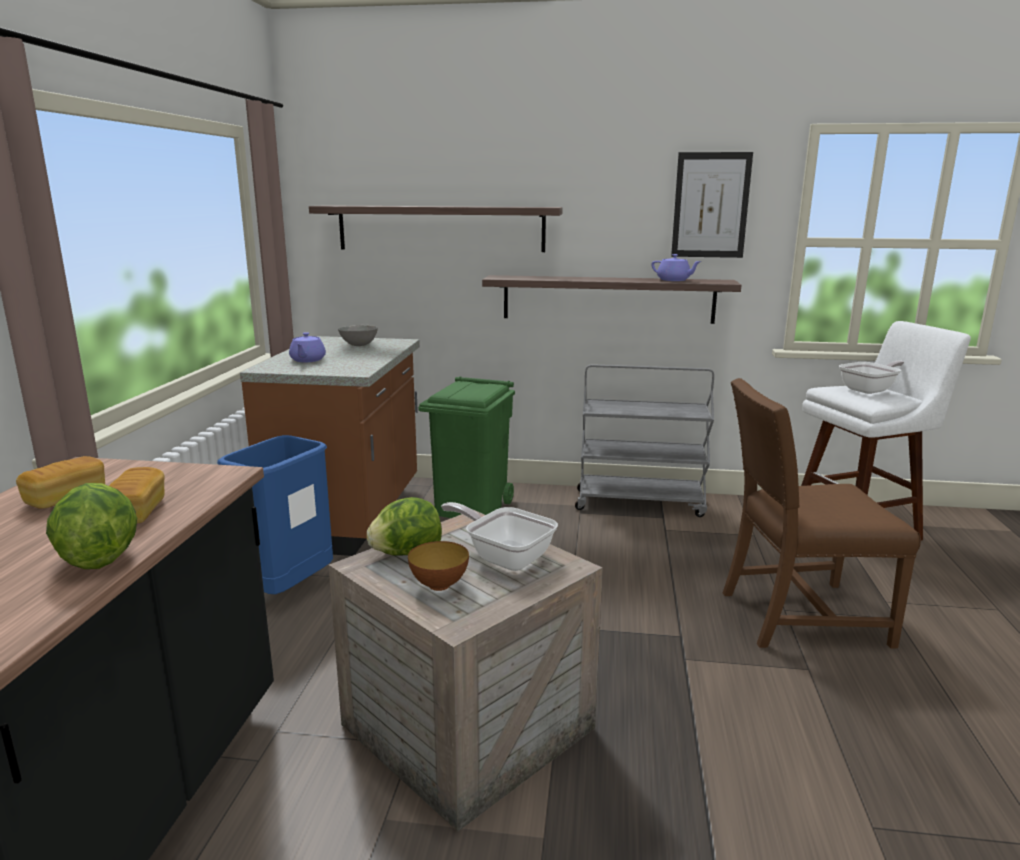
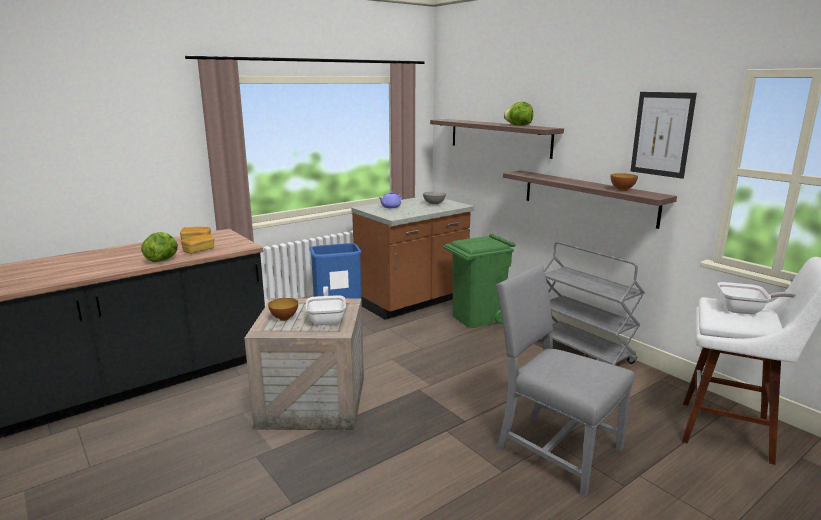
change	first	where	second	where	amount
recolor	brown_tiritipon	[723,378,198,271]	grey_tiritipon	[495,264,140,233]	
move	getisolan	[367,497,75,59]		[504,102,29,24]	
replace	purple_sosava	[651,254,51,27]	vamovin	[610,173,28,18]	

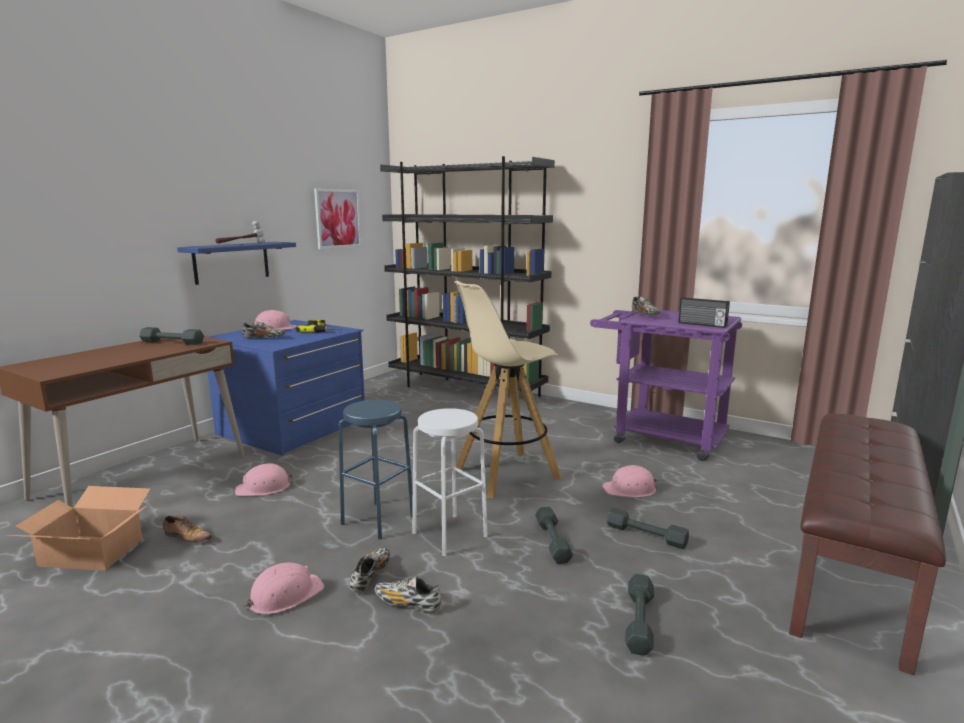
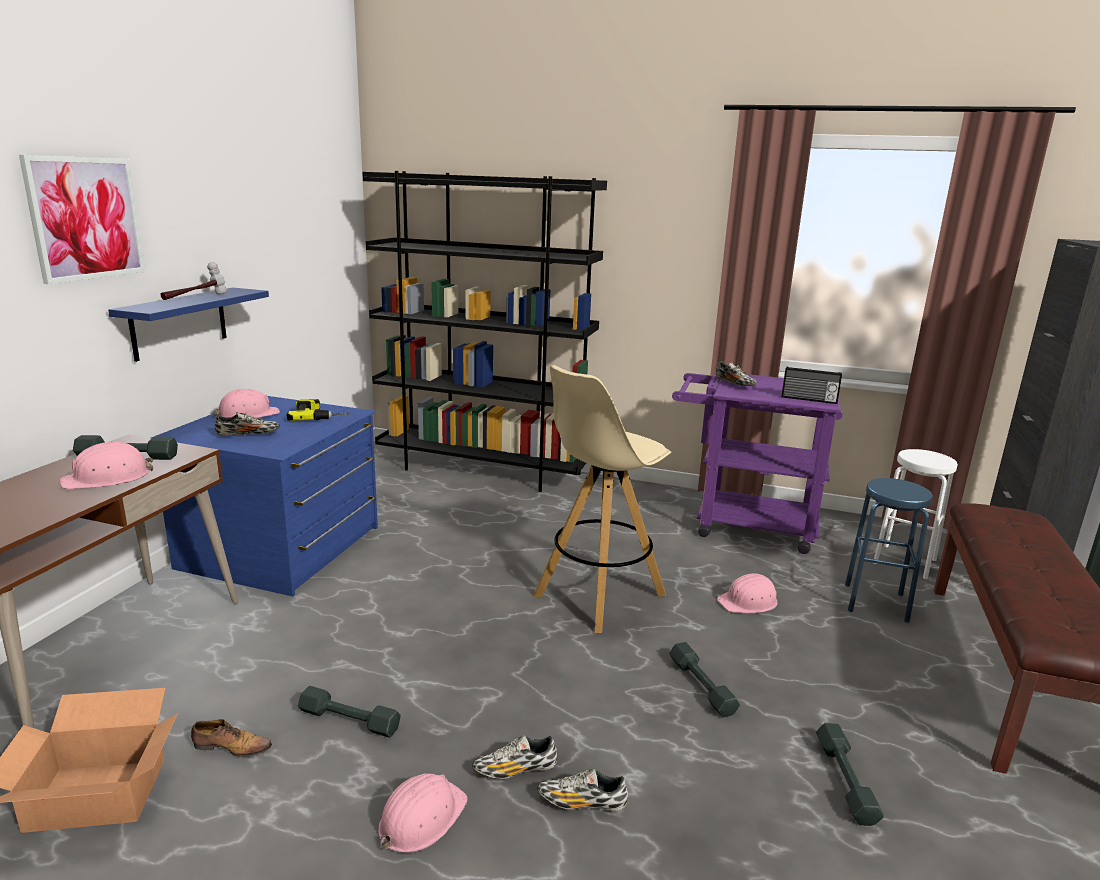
change	first	where	second	where	amount
move	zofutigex	[314,189,47,60]		[19,155,126,129]	
move	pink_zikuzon	[235,463,58,33]		[60,440,93,49]	
move	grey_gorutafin	[607,508,82,41]		[298,686,103,52]	
rotate	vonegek	[349,548,41,45]		[472,735,85,44]	105 degrees counterclockwise
move	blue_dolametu	[339,400,74,140]		[845,478,88,145]	
move	white_dolametu	[412,408,76,148]		[874,449,84,130]	

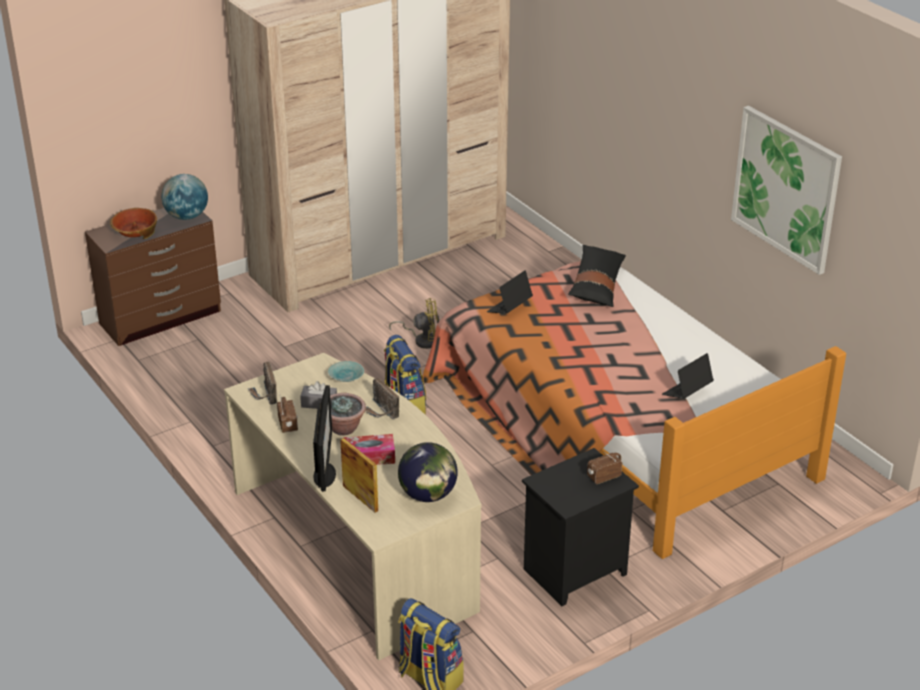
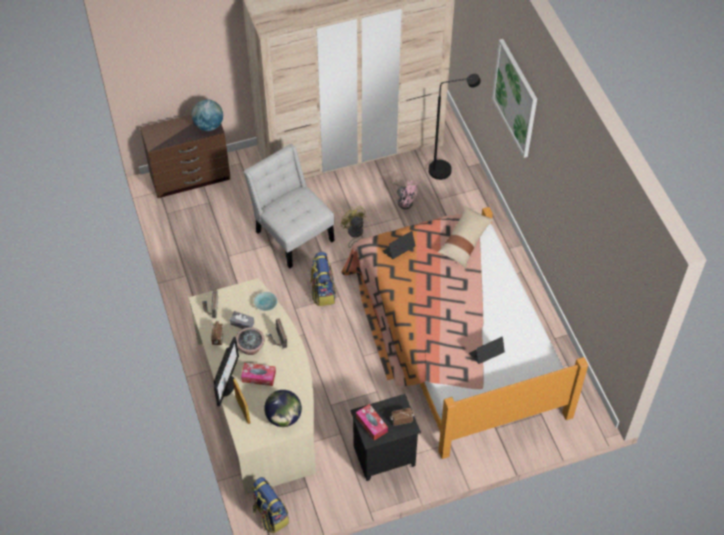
change	first	where	second	where	amount
insert			white_tiritipon	[243,144,92,124]	
rotate	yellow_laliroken	[389,298,51,51]		[341,206,25,42]	135 degrees counterclockwise
insert			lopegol	[356,404,32,36]	
insert			pink_laliroken	[390,180,28,29]	
insert			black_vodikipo	[428,74,53,106]	
recolor	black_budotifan	[568,245,58,62]	beige_budotifan	[438,206,55,62]	
move	zofutigex	[731,106,111,169]		[492,39,45,119]	
delete	vamovin	[110,208,47,31]			

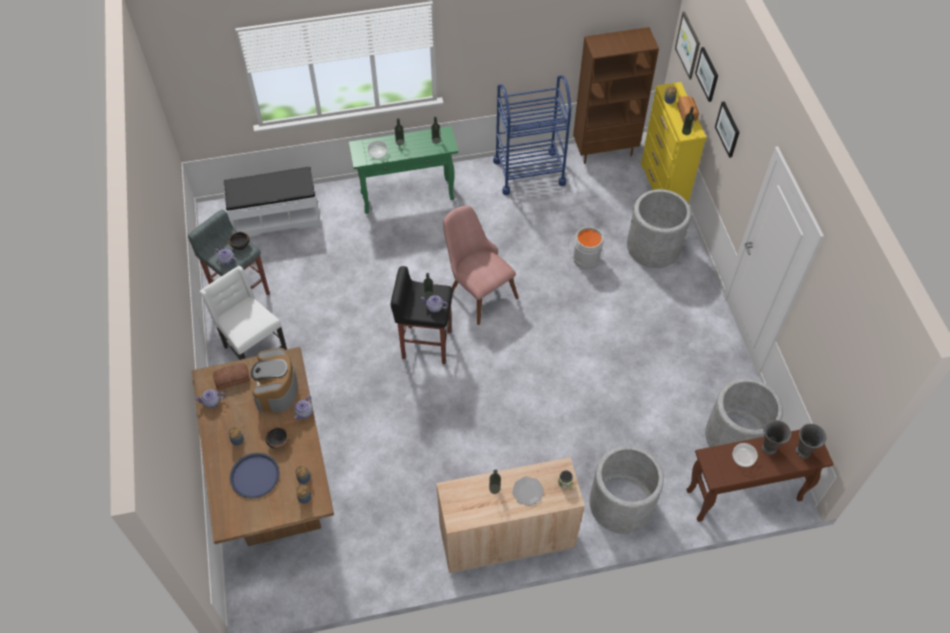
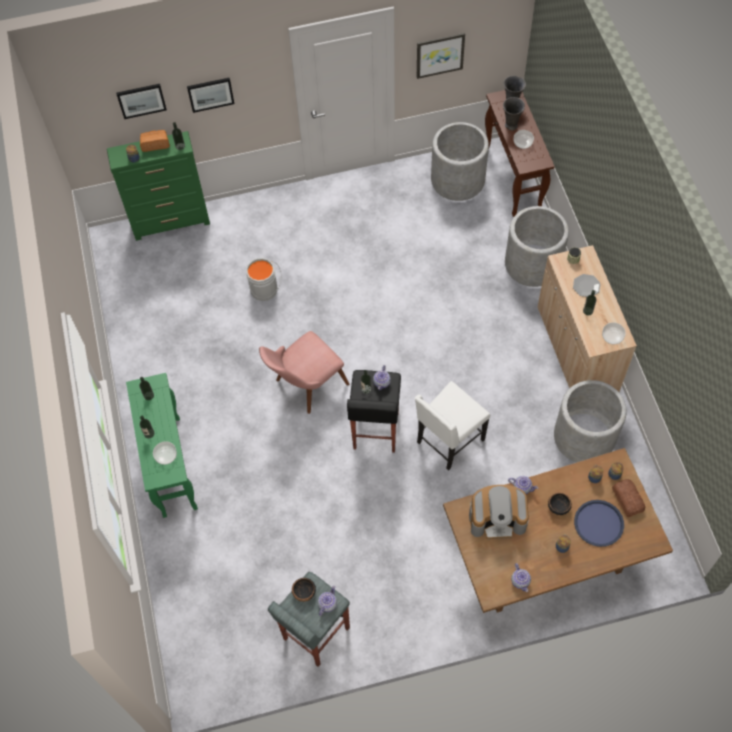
change	first	where	second	where	amount
recolor	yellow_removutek	[641,82,66,121]	green_removutek	[107,131,103,110]	
move	white_tiritipon	[200,266,87,94]		[415,381,75,90]	
move	zofutigex	[675,11,25,68]		[417,33,48,46]	
move	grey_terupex	[627,189,64,79]		[554,380,73,82]	
insert			vamovin	[602,322,24,22]	
move	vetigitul	[213,363,37,27]		[612,479,33,38]	
delete	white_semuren	[223,167,98,70]			
delete	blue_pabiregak	[493,75,79,120]			
delete	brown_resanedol	[573,27,86,137]			

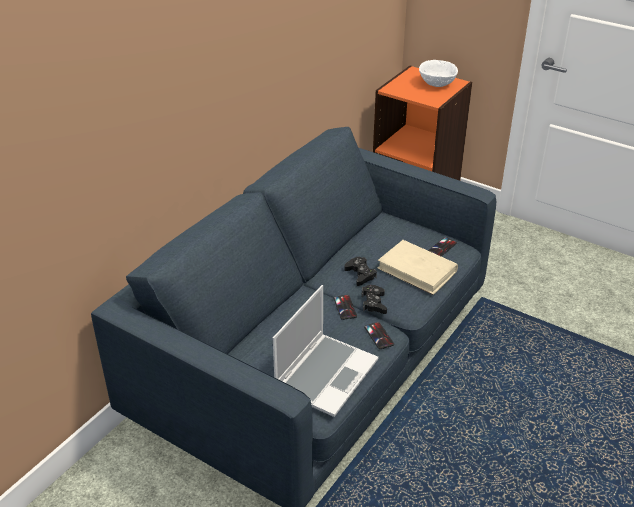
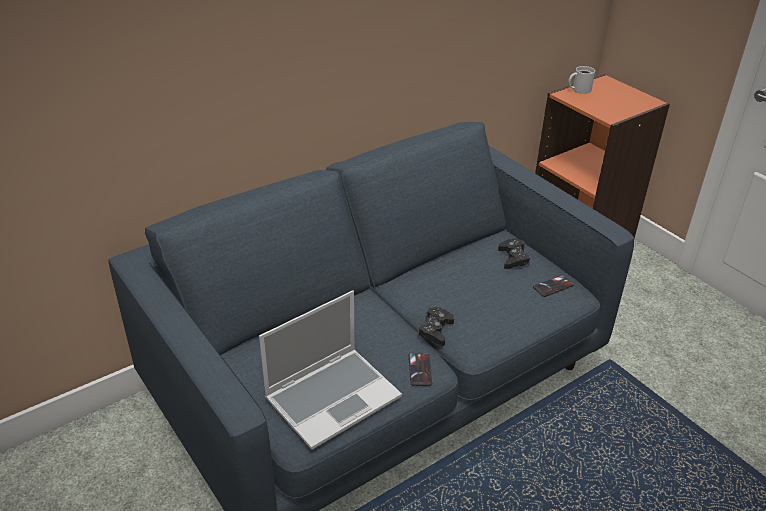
change	first	where	second	where	amount
move	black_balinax	[344,257,33,29]		[498,238,32,31]	
insert			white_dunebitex	[568,66,27,28]	
delete	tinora	[334,295,23,25]			
delete	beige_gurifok	[377,240,81,55]			
delete	white_vamovin	[419,60,39,27]			

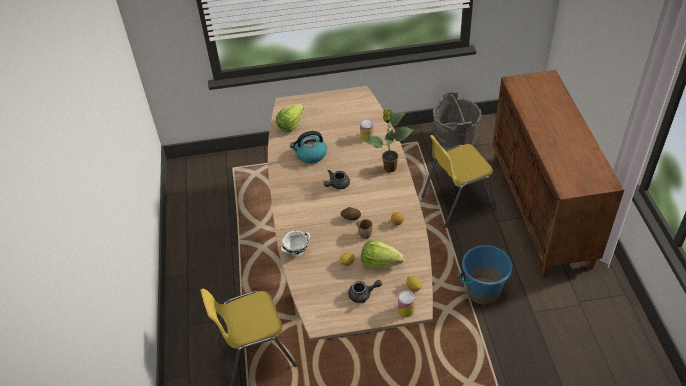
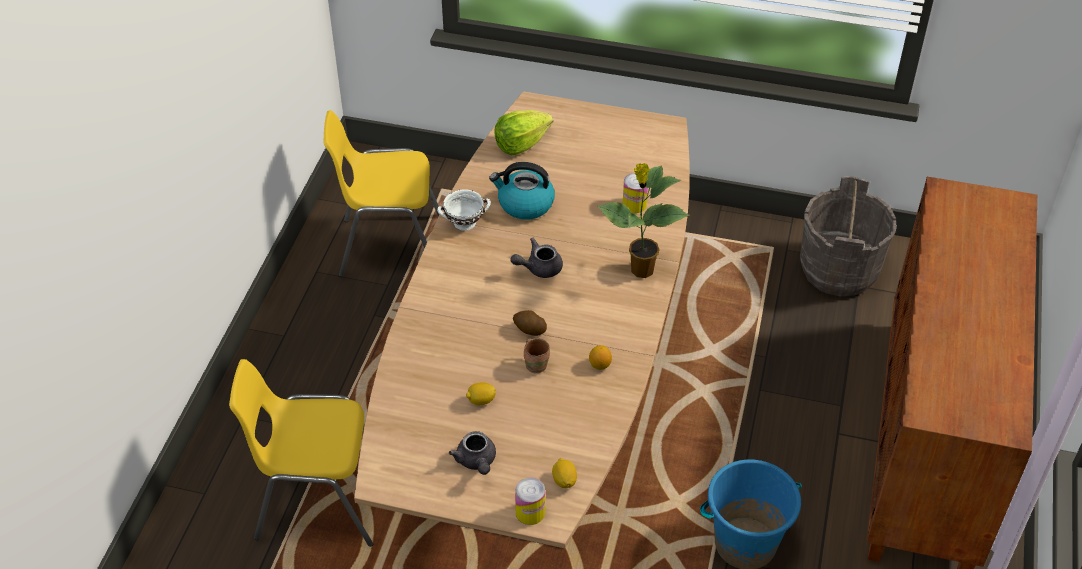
change	first	where	second	where	amount
move	yellow_tiritipon	[421,135,75,93]		[323,110,117,167]	
move	white_vamovin	[281,231,29,25]		[437,189,54,42]	
rotate	grey_sosava	[348,280,34,23]		[449,431,47,44]	60 degrees clockwise
delete	getisolan	[361,240,43,29]			

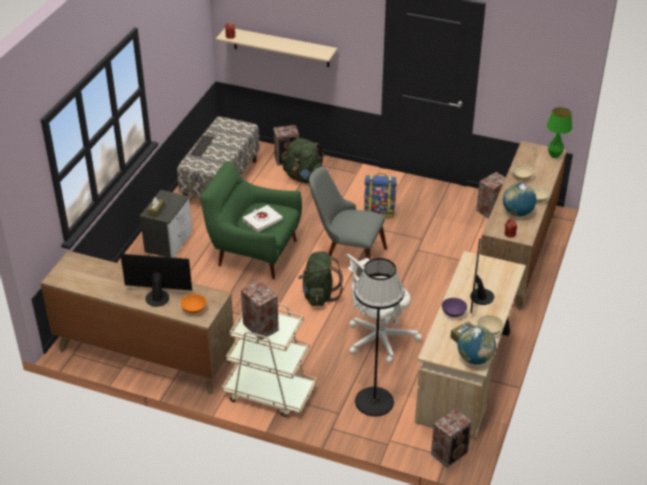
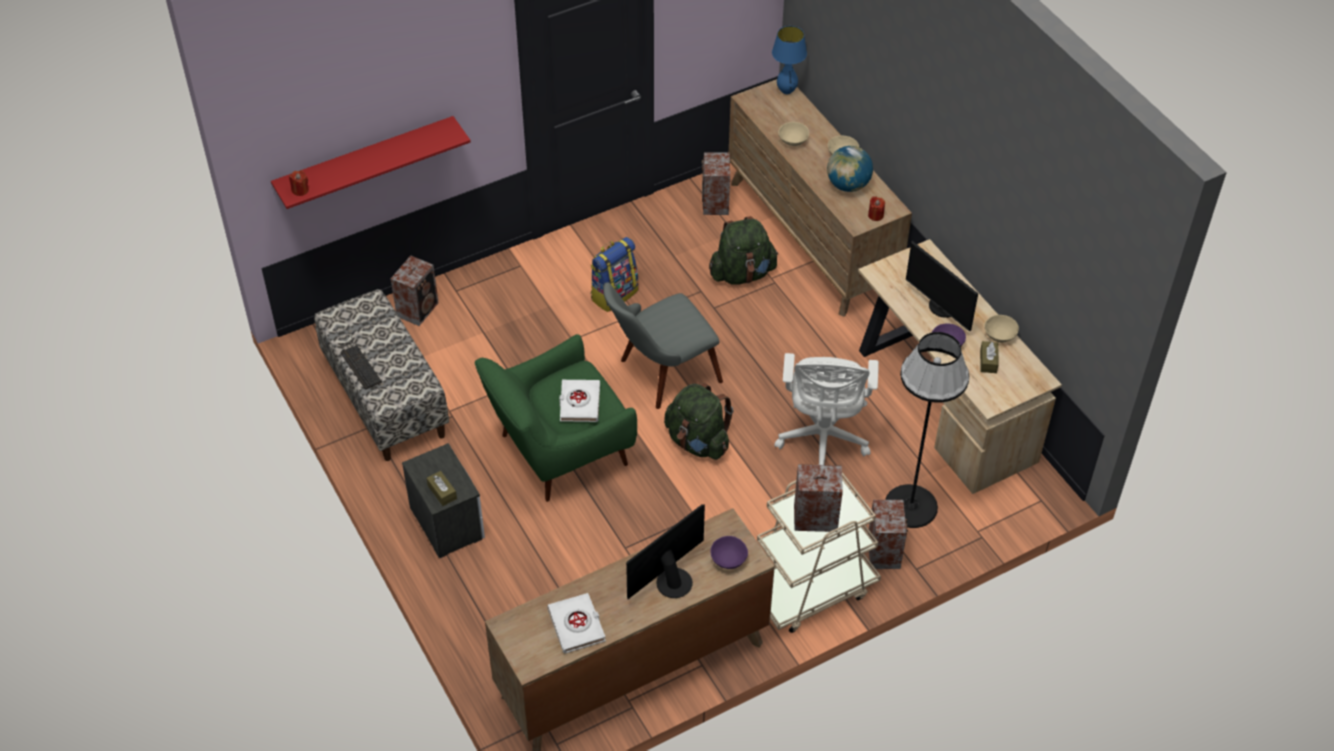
change	first	where	second	where	amount
recolor	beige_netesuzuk	[216,29,122,38]	red_netesuzuk	[271,116,200,93]	
insert			white_gurifok	[547,593,59,61]	
move	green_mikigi	[283,138,41,45]		[709,216,69,69]	
recolor	orange_vamovin	[180,294,27,20]	purple_vamovin	[710,536,38,33]	
recolor	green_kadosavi	[547,107,25,51]	blue_kadosavi	[772,26,35,68]	
move	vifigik	[431,408,41,60]		[868,500,40,69]	
delete	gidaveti	[457,326,39,38]			

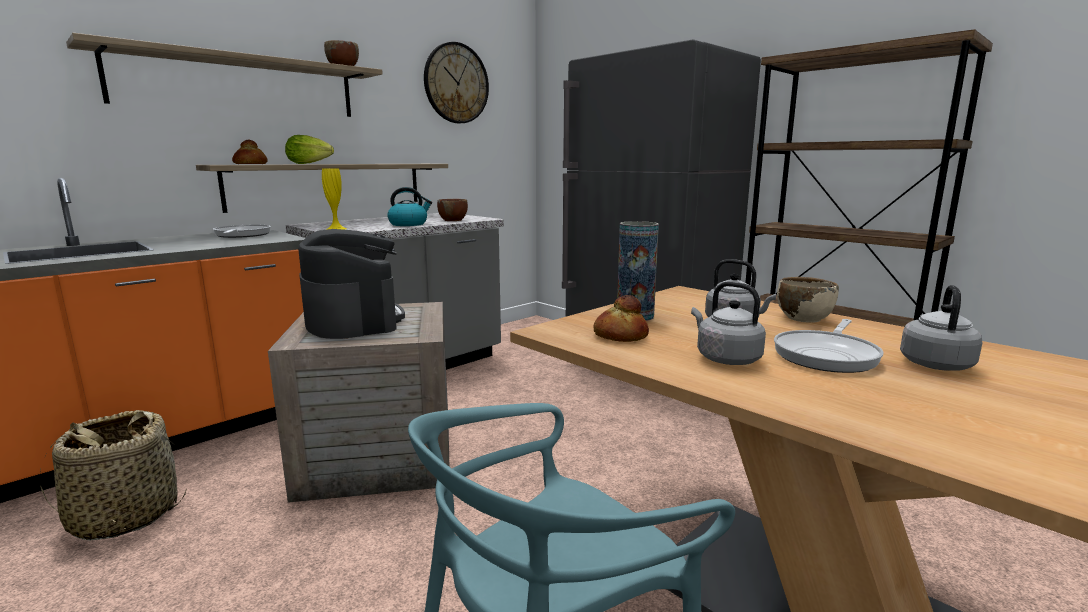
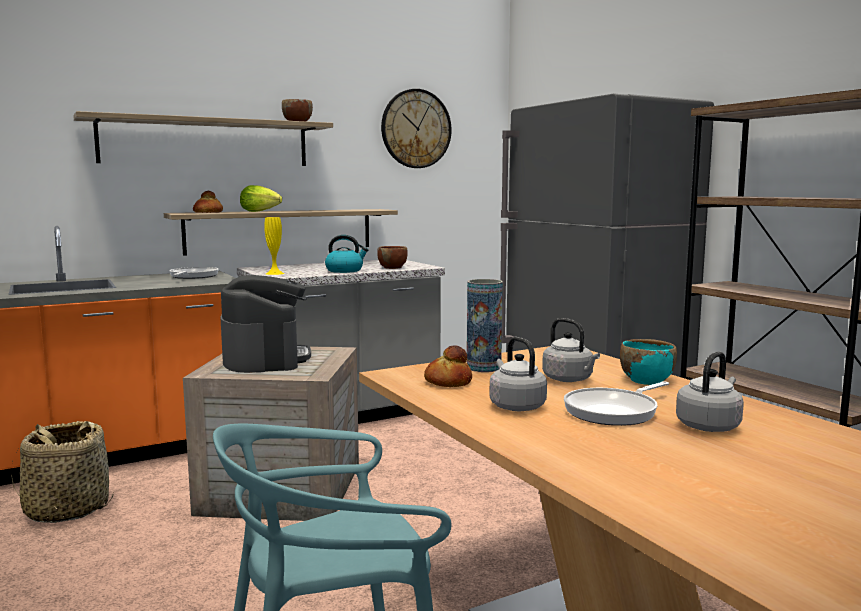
change	first	where	second	where	amount
recolor	beige_vamovin	[777,277,62,46]	turquoise_vamovin	[620,339,57,46]	

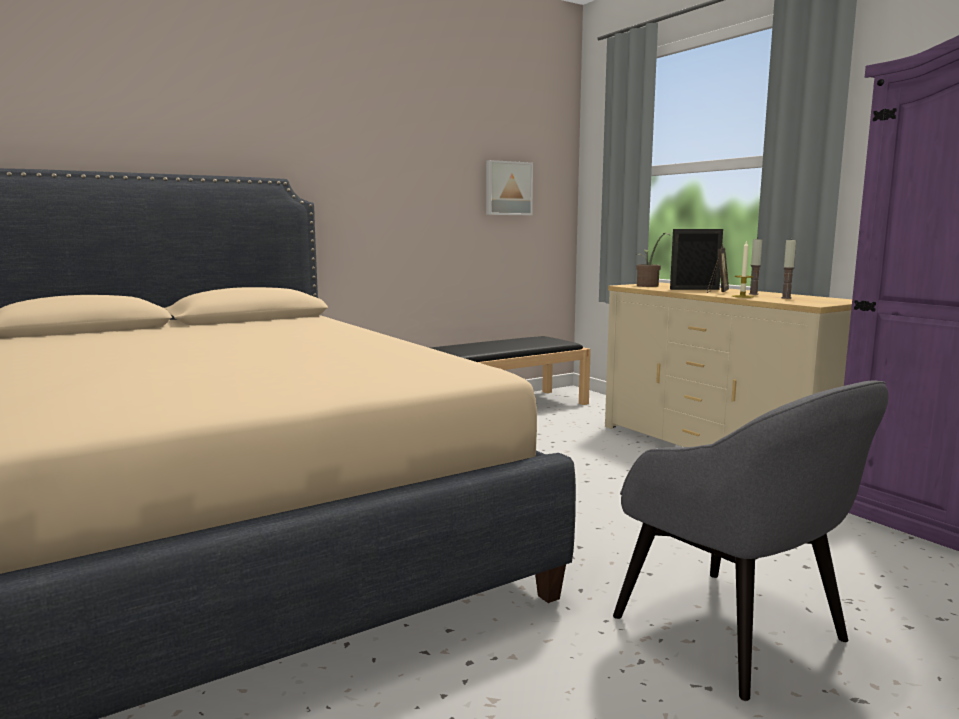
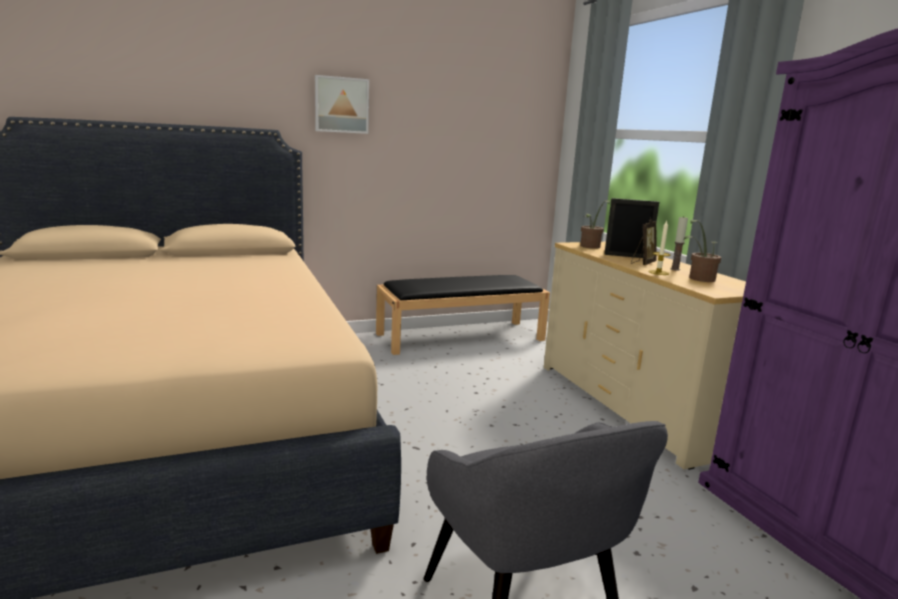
change	first	where	second	where	amount
move	zofutigex	[486,160,47,55]		[315,75,54,59]	
replace	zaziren	[781,238,15,61]	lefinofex	[684,220,37,62]	

